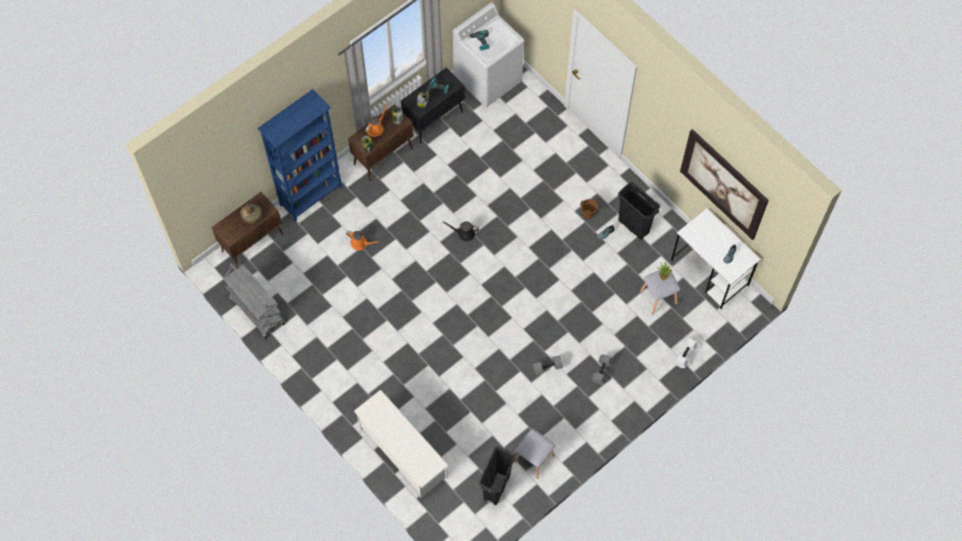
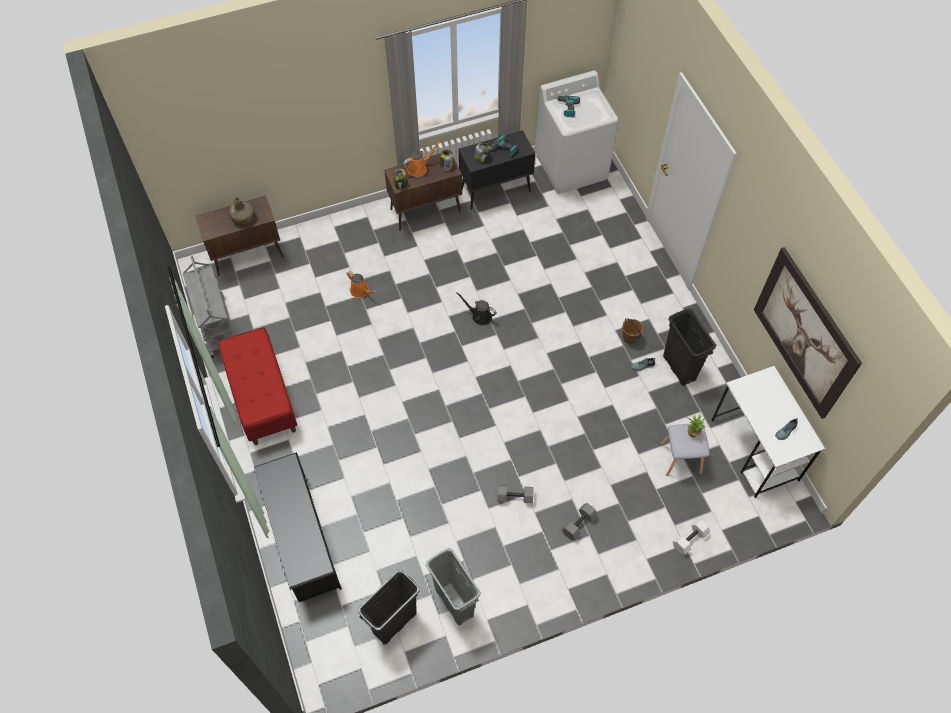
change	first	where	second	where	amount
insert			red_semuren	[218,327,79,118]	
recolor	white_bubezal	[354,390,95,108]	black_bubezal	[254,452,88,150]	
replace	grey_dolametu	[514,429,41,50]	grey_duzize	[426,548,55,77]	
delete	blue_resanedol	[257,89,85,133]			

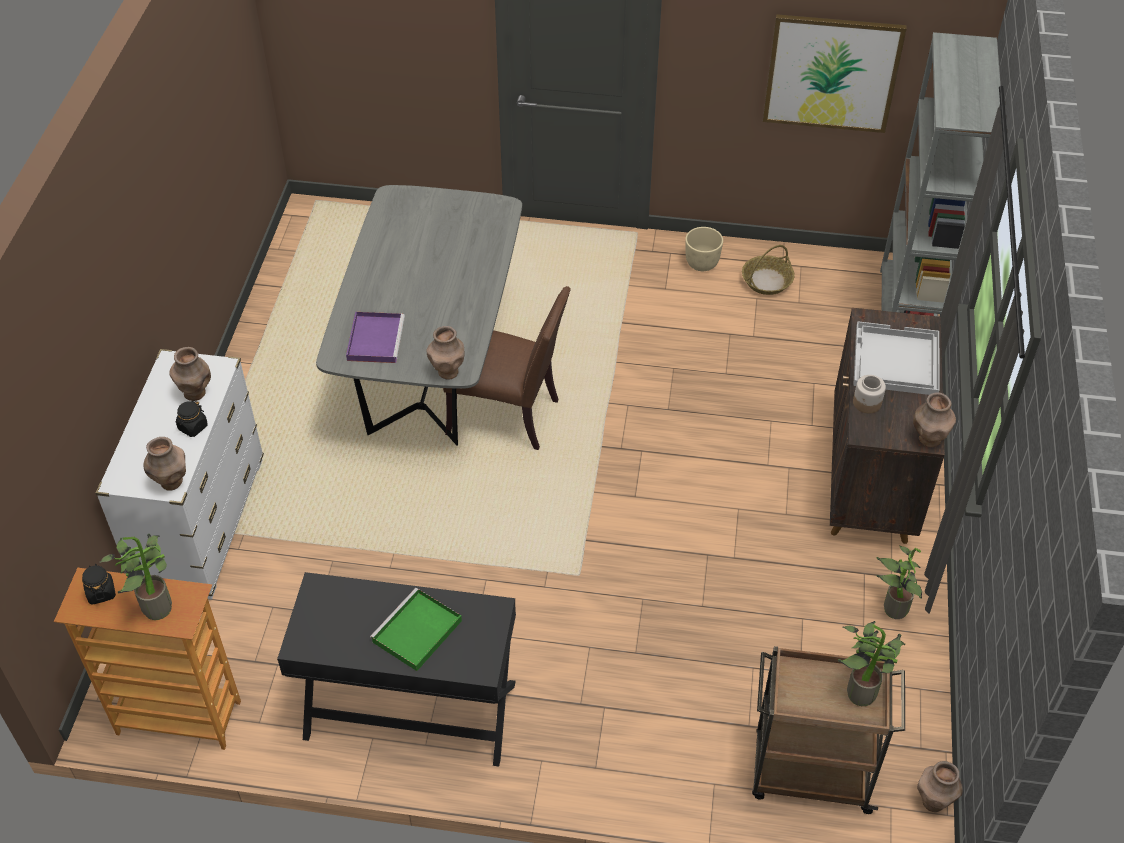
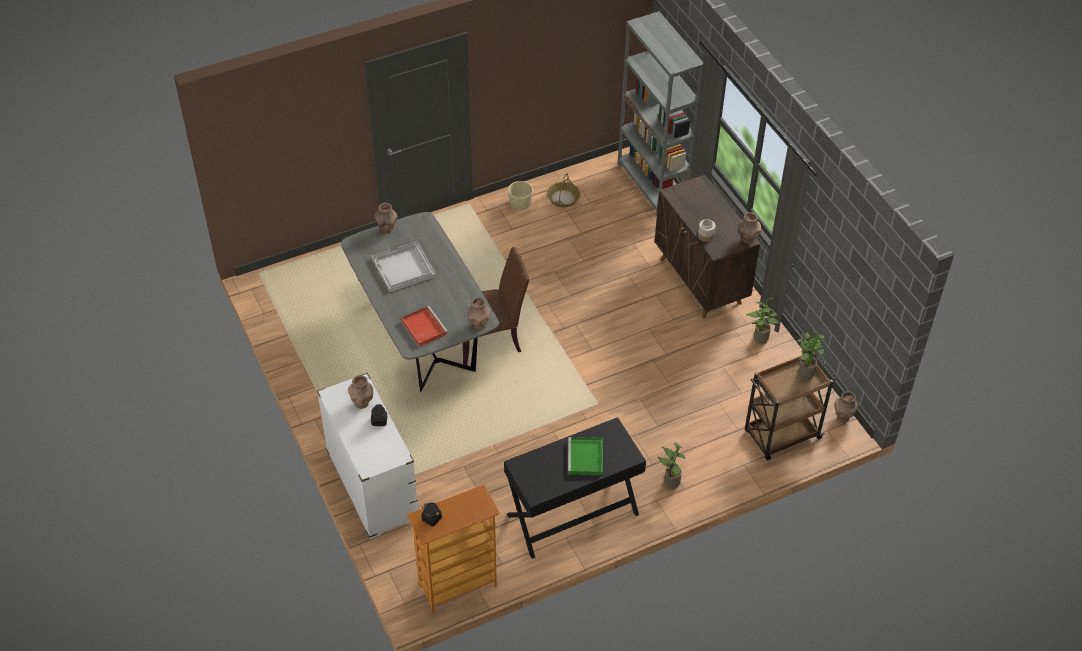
change	first	where	second	where	amount
move	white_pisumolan	[853,321,87,74]		[372,241,64,51]	
move	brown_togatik	[144,437,42,54]		[375,203,22,31]	
recolor	purple_pisumolan	[346,312,59,51]	red_pisumolan	[401,306,47,41]	
move	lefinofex	[99,534,73,86]		[658,442,27,47]	
delete	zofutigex	[763,14,144,119]			

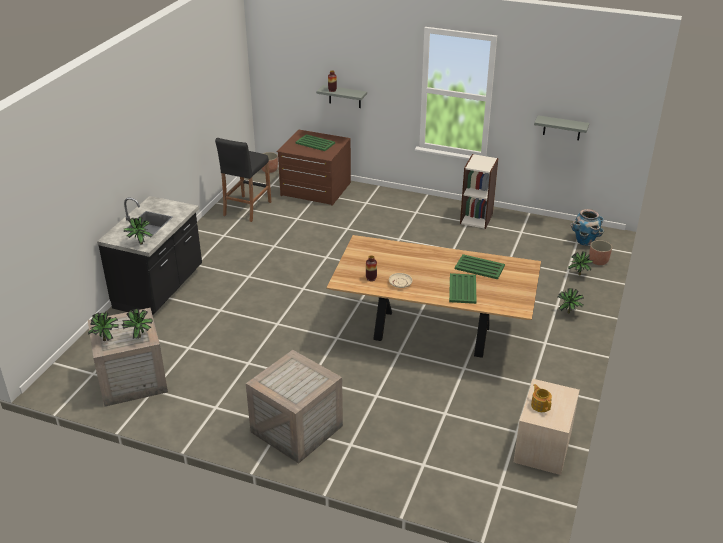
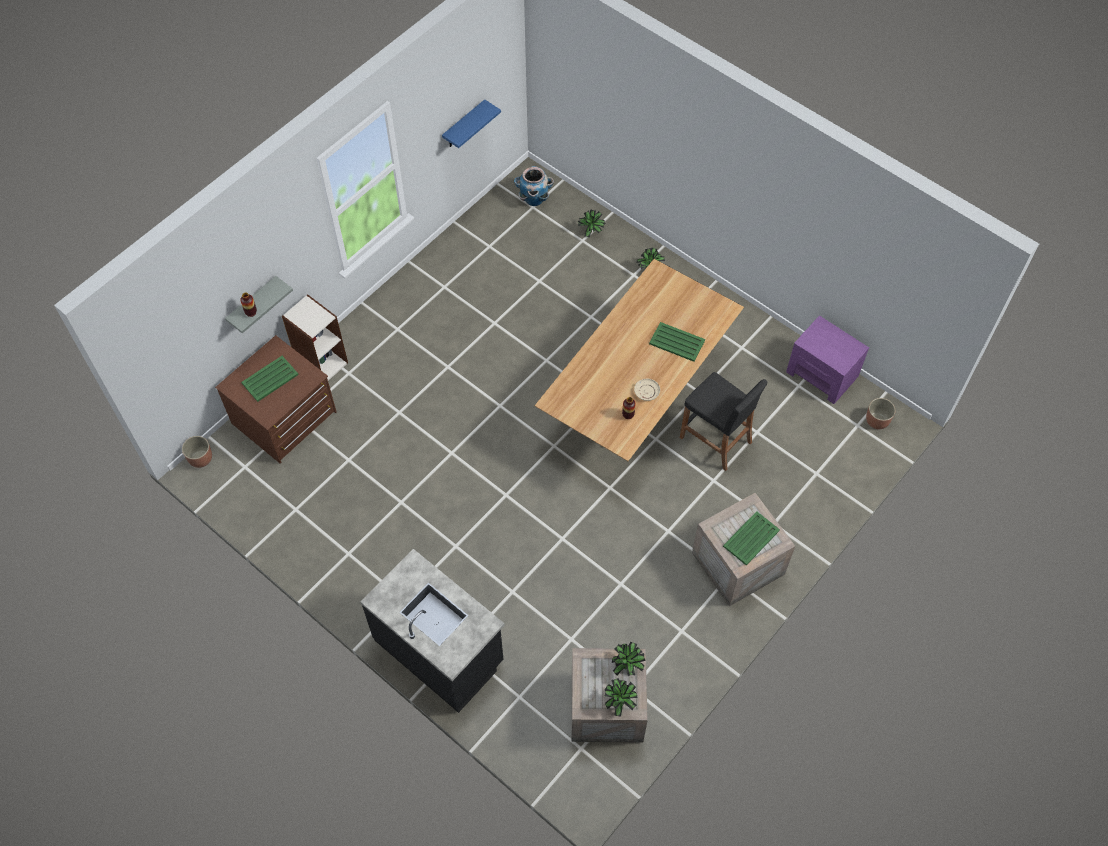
change	first	where	second	where	amount
move	resanedol	[460,154,39,75]		[282,294,66,87]	
recolor	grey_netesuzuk	[534,115,55,25]	blue_netesuzuk	[442,99,59,49]	
move	black_dolametu	[215,138,56,84]		[680,372,88,99]	
move	green_pisumolan	[455,254,50,25]		[723,511,57,54]	
recolor	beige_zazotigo	[514,379,66,96]	purple_zazotigo	[786,315,83,89]	
move	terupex	[589,240,23,25]		[866,398,29,31]	
delete	lefinofex	[124,217,29,27]			
delete	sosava	[531,384,21,28]			

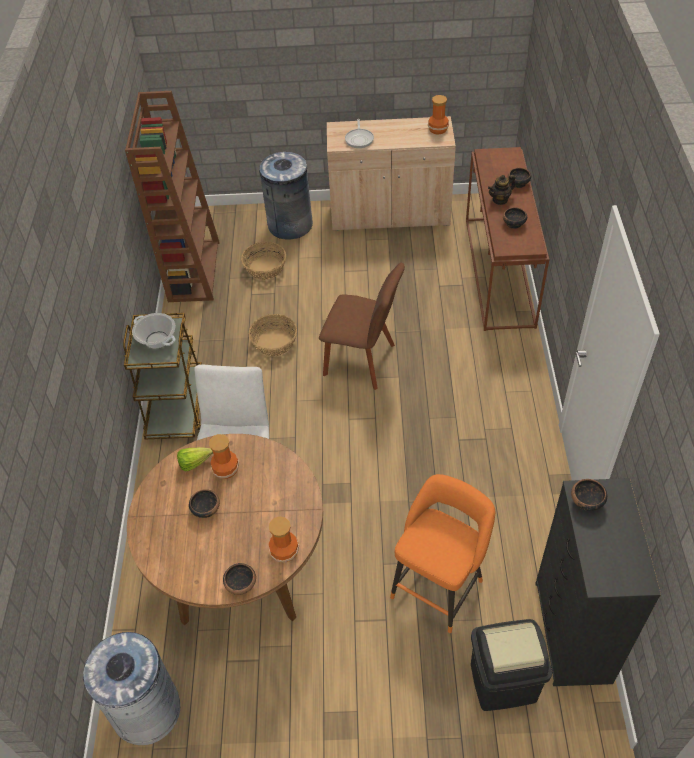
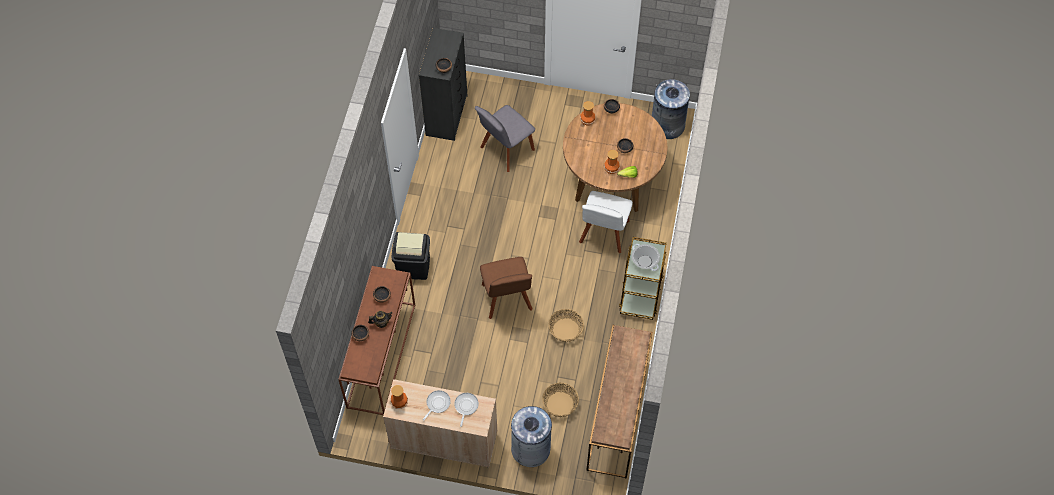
change	first	where	second	where	amount
move	black_duzize	[471,619,81,92]		[392,232,38,48]	
insert			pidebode	[422,390,29,31]	
replace	orange_dolametu	[390,474,105,159]	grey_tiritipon	[475,105,60,67]	
rotate	brown_tiritipon	[319,263,86,127]		[480,257,52,62]	135 degrees counterclockwise
replace	brown_resanedol	[125,91,95,211]	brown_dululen	[586,325,67,154]	

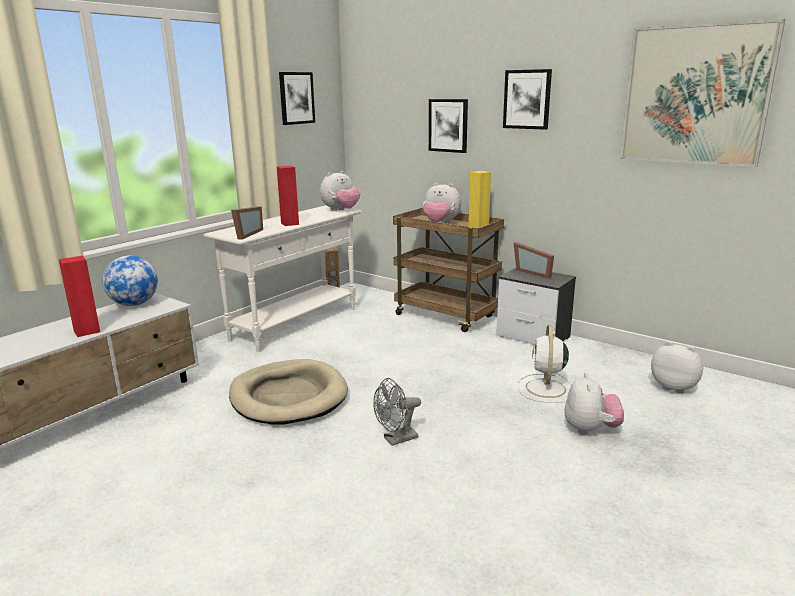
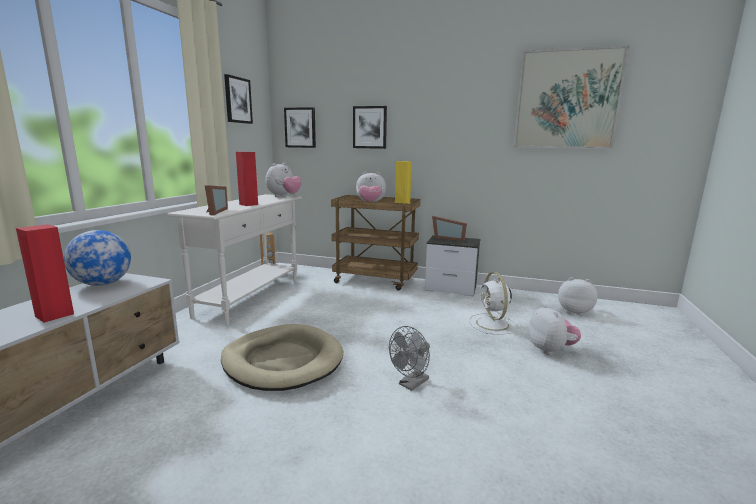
change	first	where	second	where	amount
move	zofutigex	[503,69,49,61]		[284,107,32,41]	

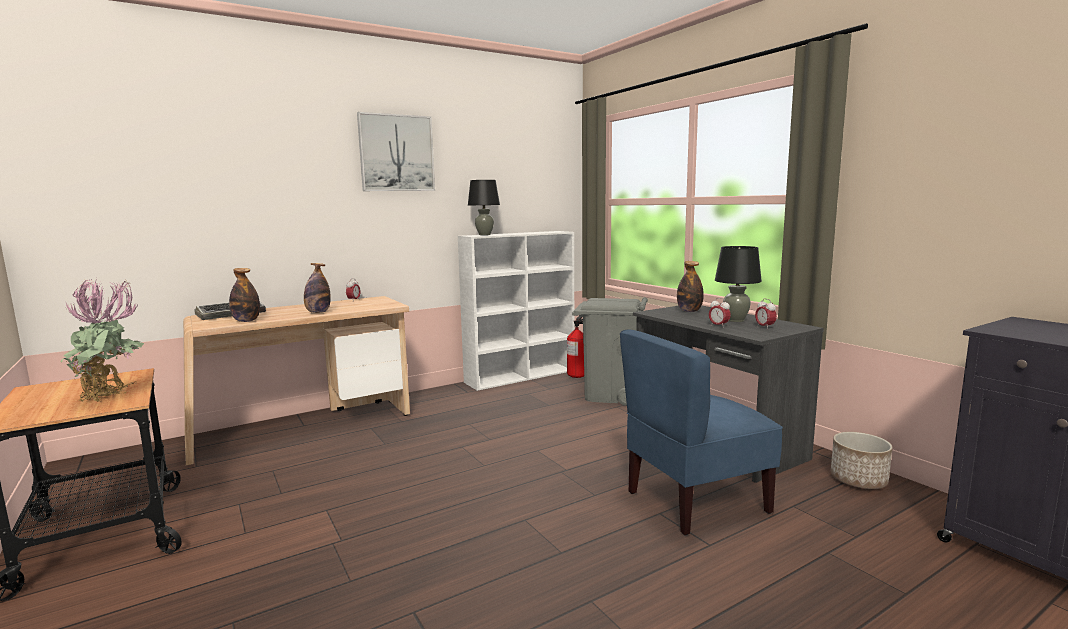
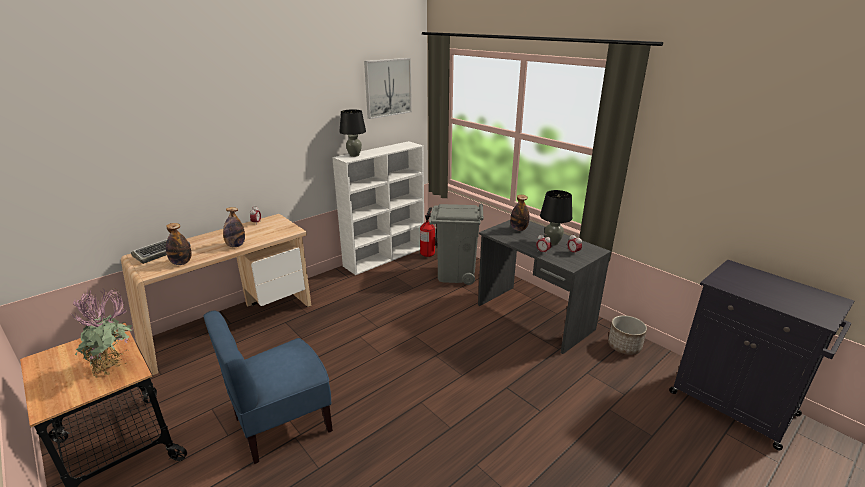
change	first	where	second	where	amount
move	blue_tiritipon	[620,329,163,206]		[203,310,130,154]	
move	zofutigex	[357,112,78,79]		[364,58,48,61]	

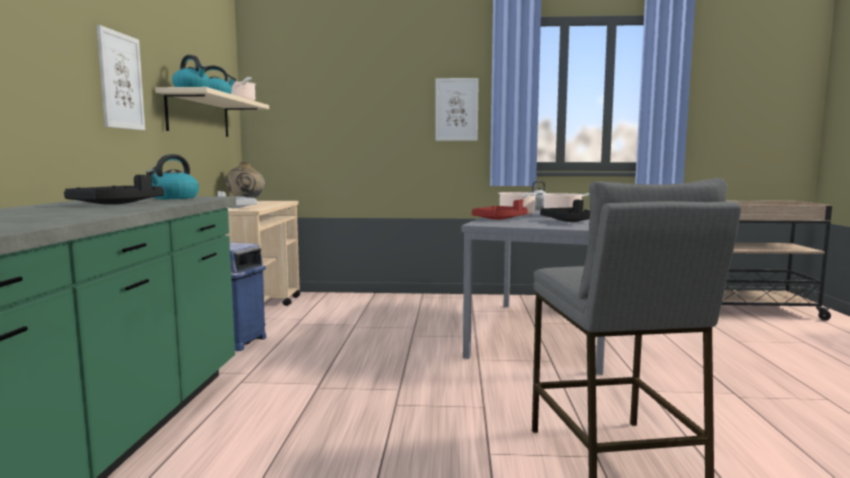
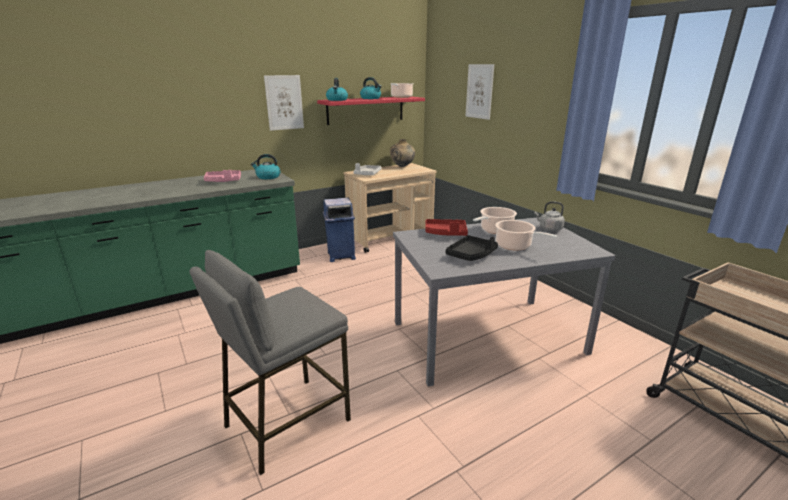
change	first	where	second	where	amount
recolor	black_pisumolan	[64,174,100,31]	pink_pisumolan	[204,170,37,12]	
recolor	beige_netesuzuk	[155,87,114,50]	red_netesuzuk	[317,96,108,29]	
move	zofutigex	[435,78,44,63]		[465,64,29,56]	

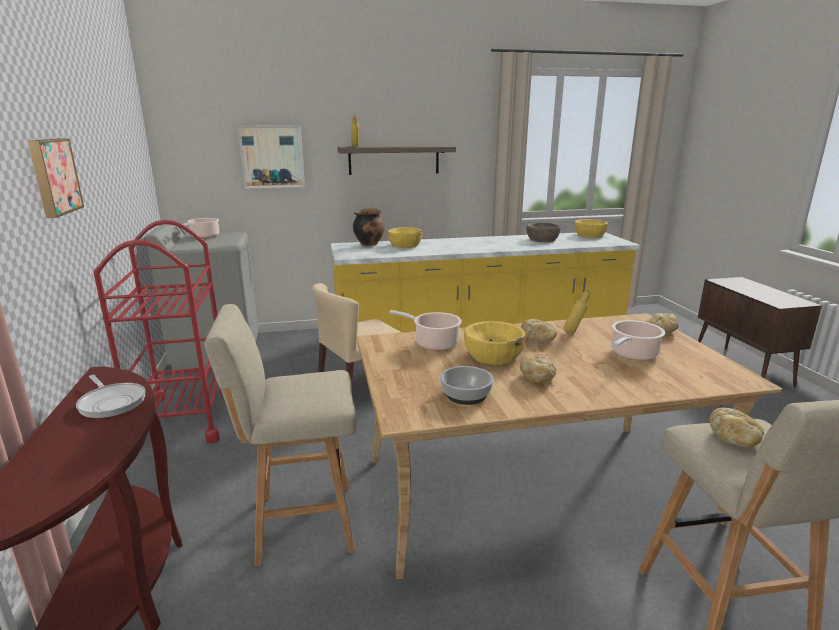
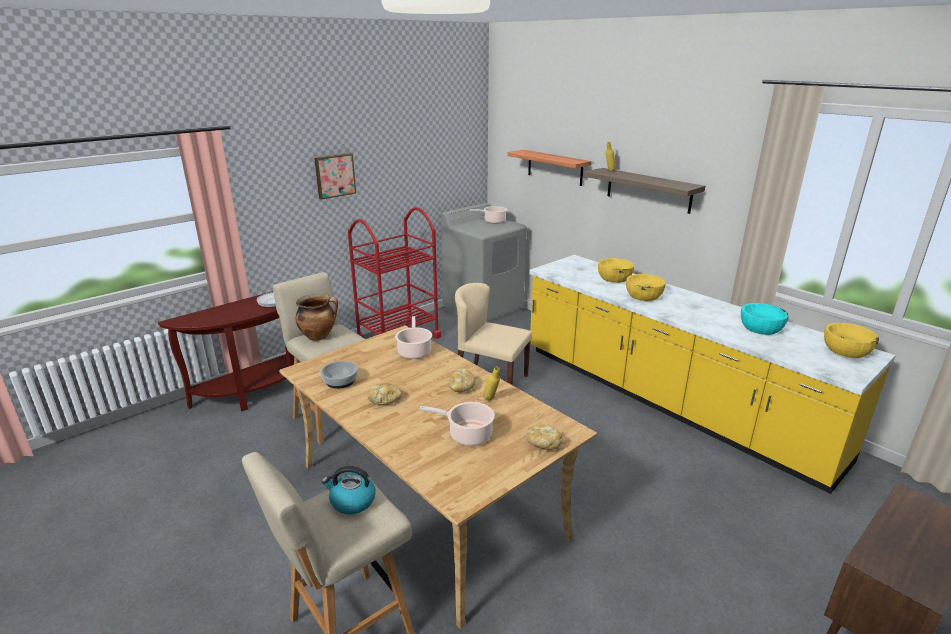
change	first	where	second	where	amount
move	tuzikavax	[353,208,32,38]		[296,294,42,47]	
replace	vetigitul	[709,408,55,39]	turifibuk	[322,466,54,49]	
replace	zofutigex	[237,125,68,64]	netesuzuk	[507,150,85,36]	
move	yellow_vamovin	[464,321,61,44]		[626,274,40,27]	
recolor	brown_vamovin	[527,223,33,19]	turquoise_vamovin	[741,303,48,32]	

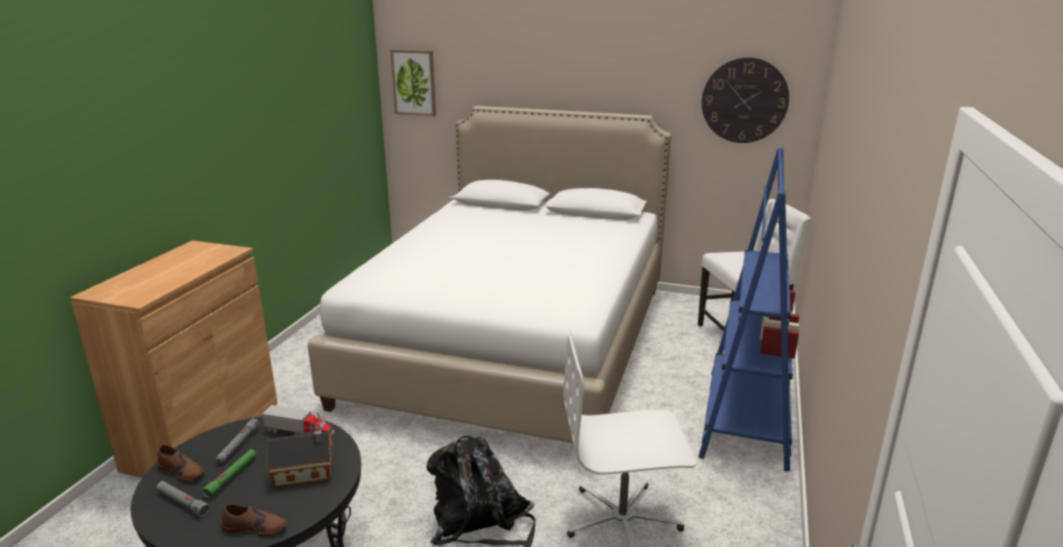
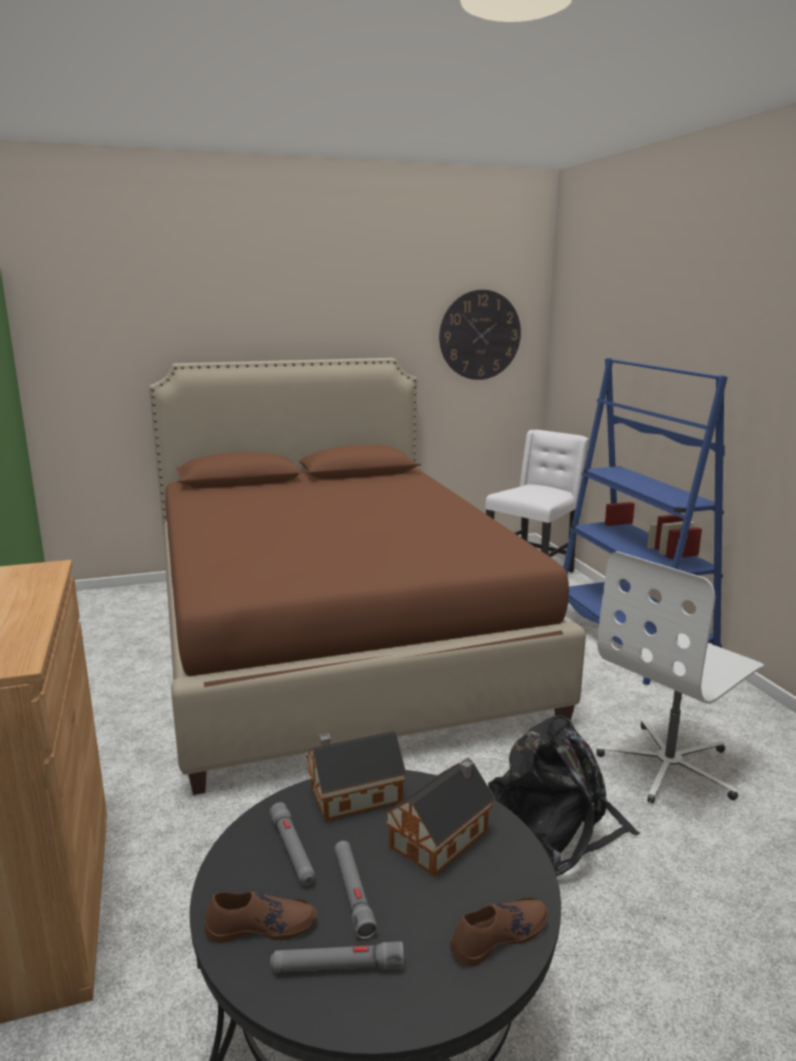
change	first	where	second	where	amount
recolor	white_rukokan	[308,106,363,337]	brown_rukokan	[149,358,437,437]	
replace	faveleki	[262,405,72,32]	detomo	[306,731,100,90]	
recolor	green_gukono	[202,449,55,49]	grey_gukono	[334,841,43,98]	
delete	zofutigex	[390,49,46,67]			

